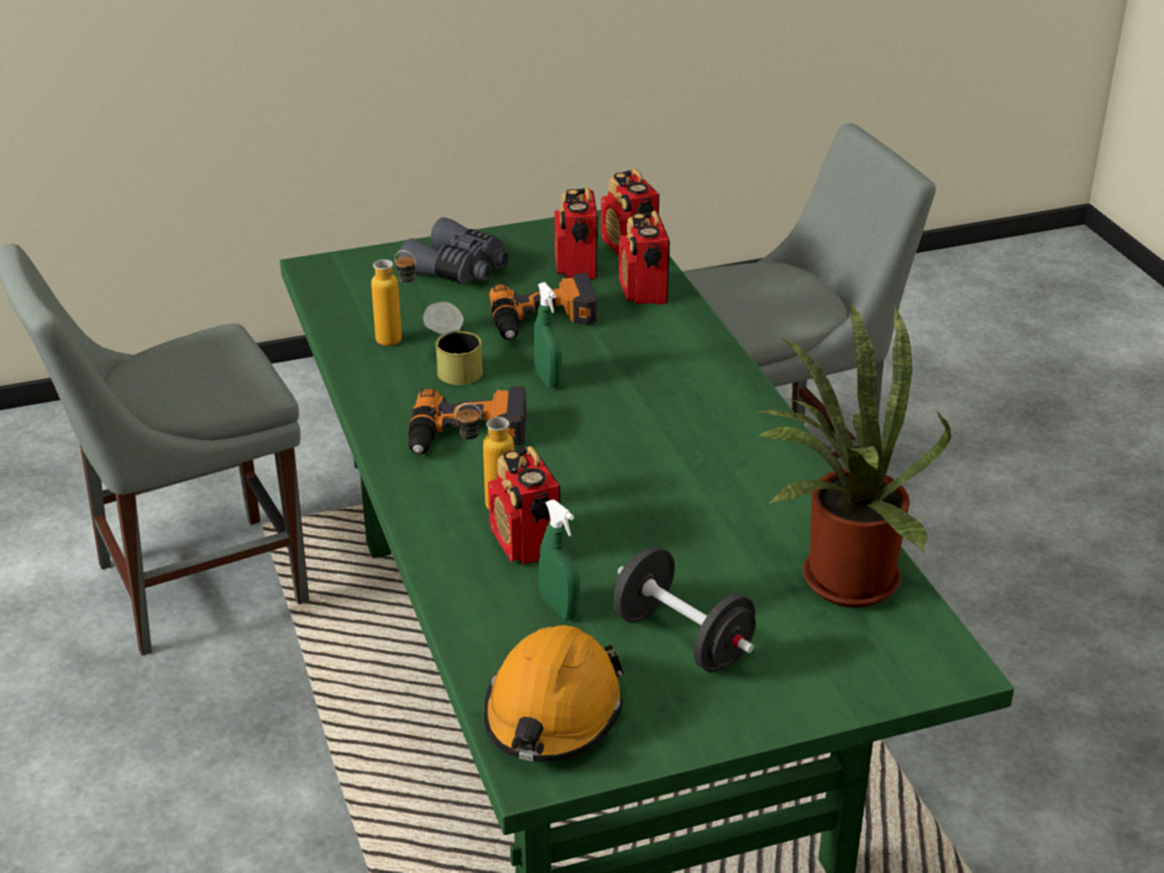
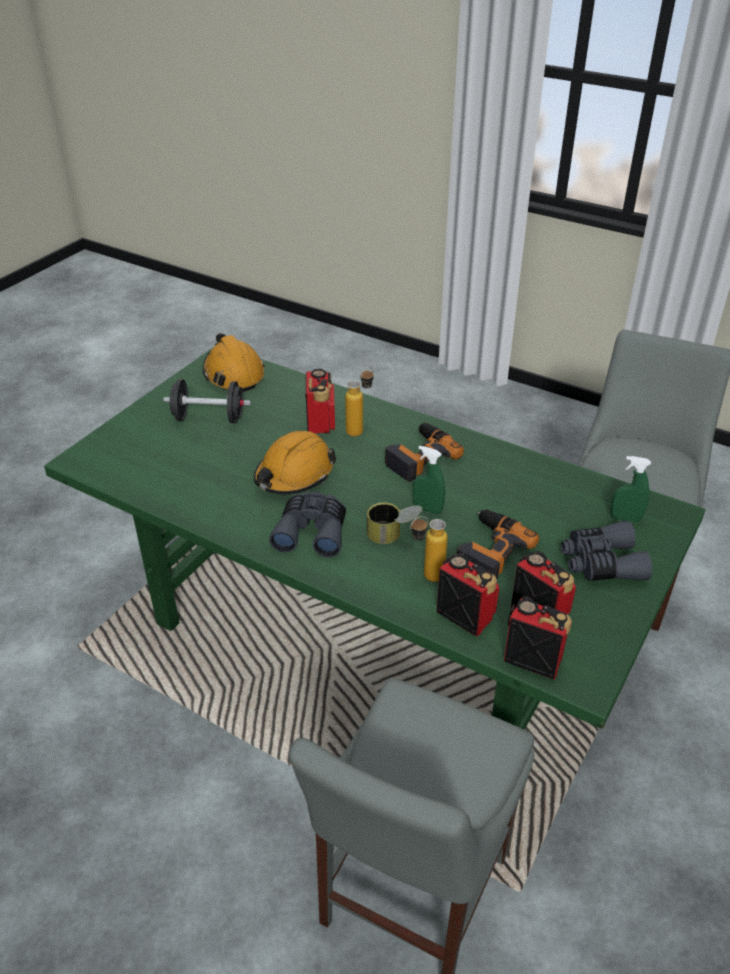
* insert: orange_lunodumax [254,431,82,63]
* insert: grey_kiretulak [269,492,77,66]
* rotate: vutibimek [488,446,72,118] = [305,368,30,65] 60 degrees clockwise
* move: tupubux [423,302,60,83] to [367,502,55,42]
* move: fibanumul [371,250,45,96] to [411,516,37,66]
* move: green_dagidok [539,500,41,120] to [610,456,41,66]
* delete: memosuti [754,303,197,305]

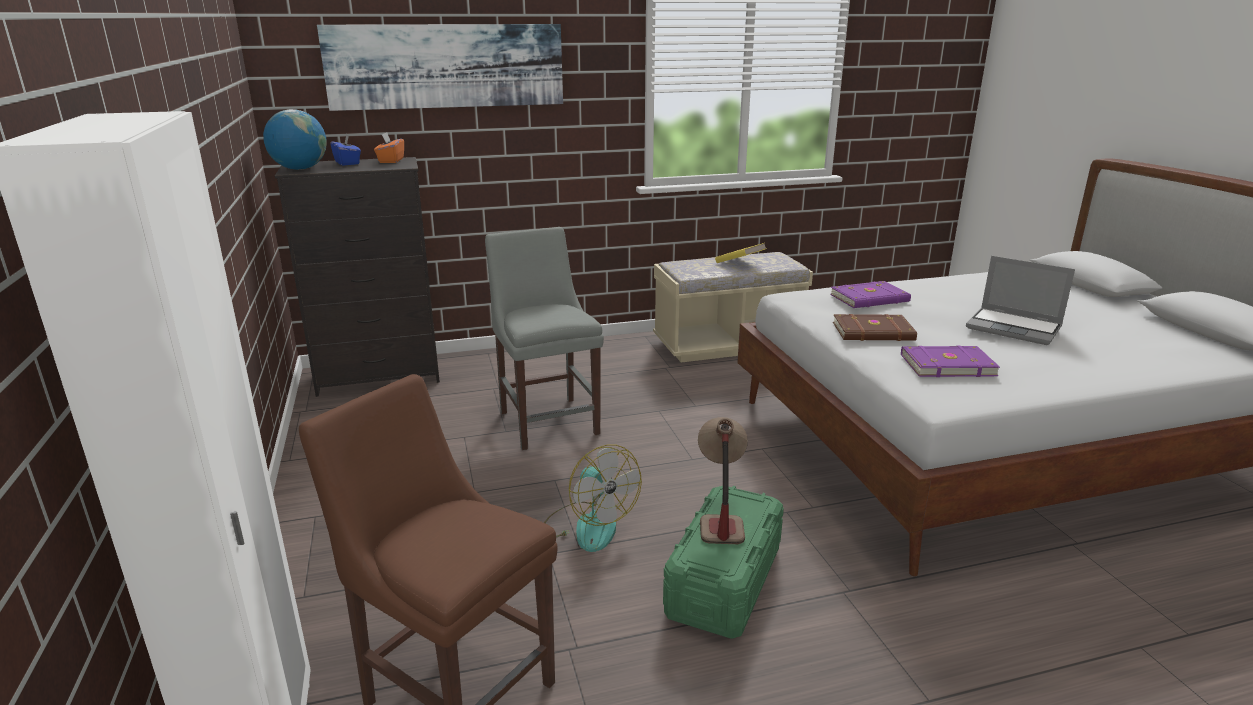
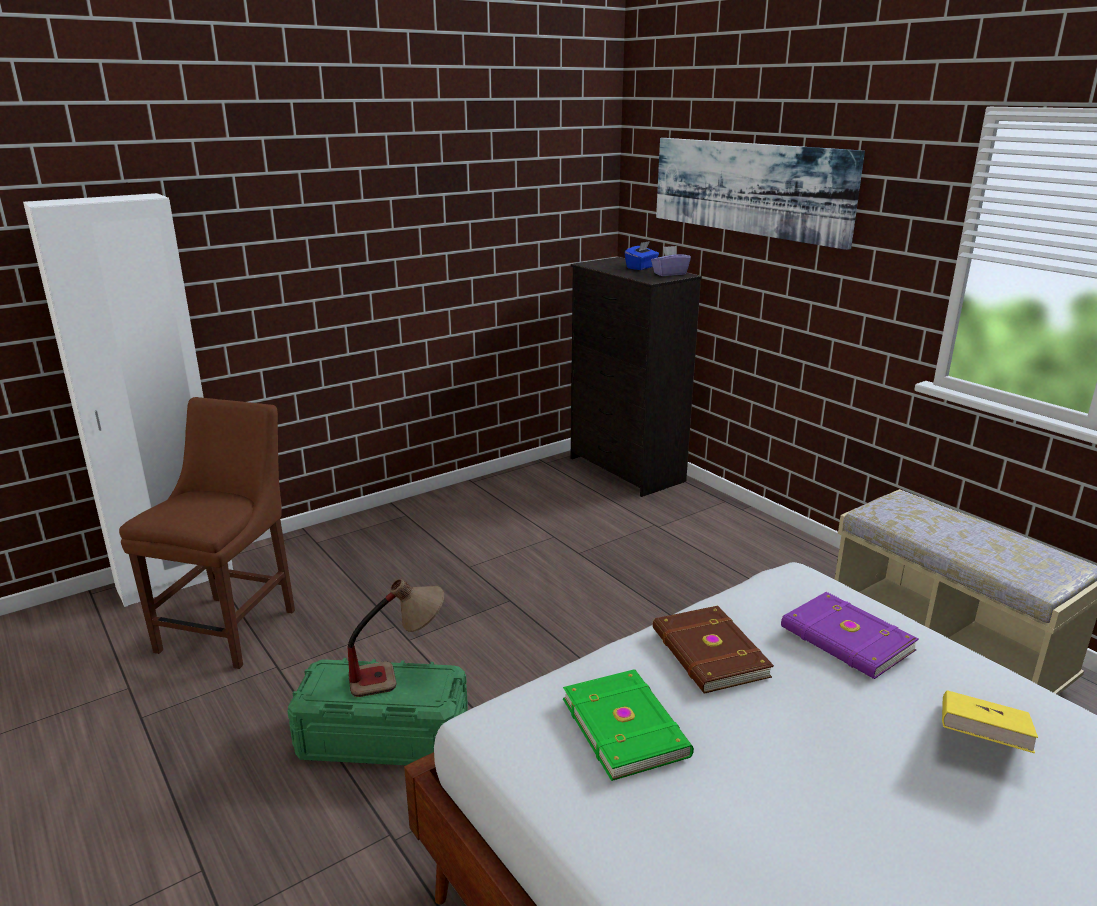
* recolor: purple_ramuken [901,346,99,31] to green_ramuken [563,669,131,112]
* recolor: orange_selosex [374,132,30,31] to purple_selosex [651,246,40,30]
* move: yellow_ramuken [715,243,51,20] to [942,690,96,63]
* delete: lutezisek [263,109,64,61]
* delete: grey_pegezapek [485,227,119,223]
* delete: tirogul [544,445,98,107]
* delete: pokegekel [966,256,109,89]

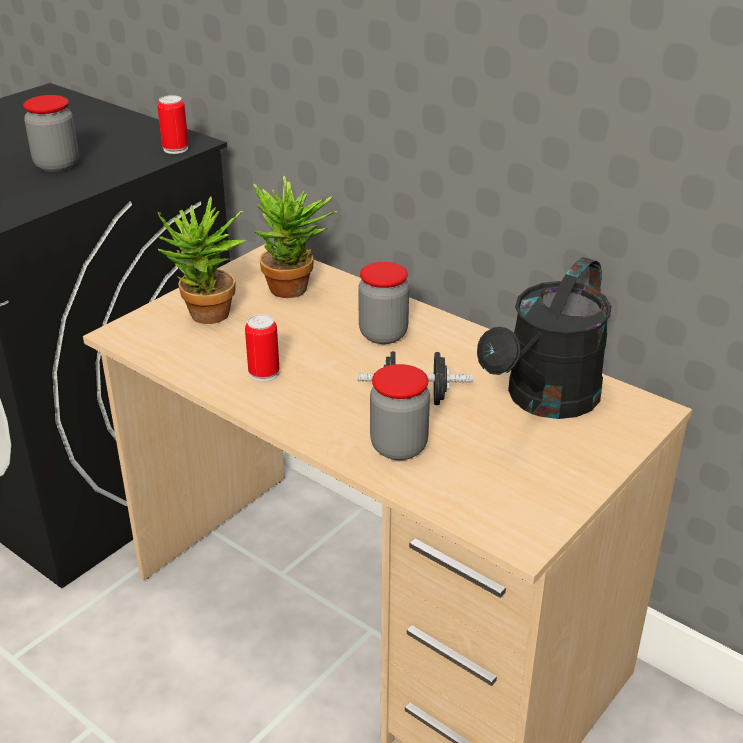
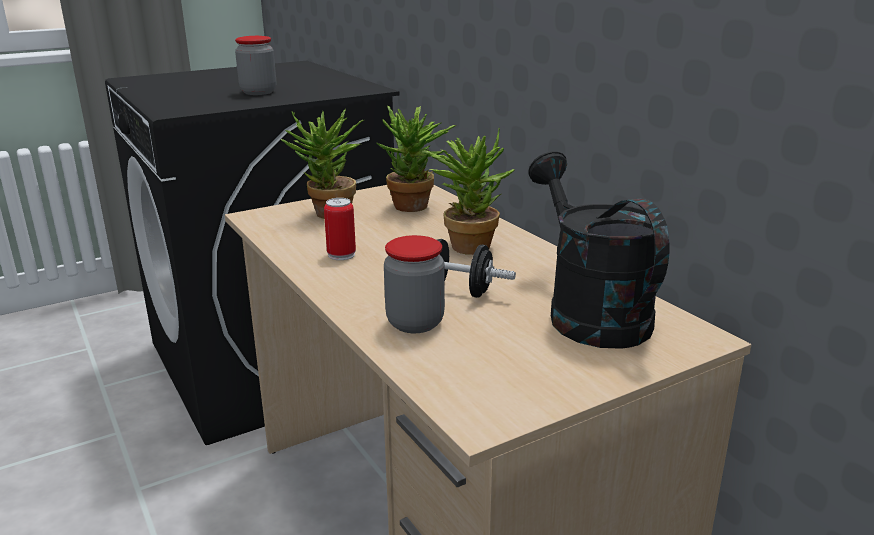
* replace: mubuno [358,262,51,82] to memosuti [422,128,93,127]
* rotate: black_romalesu [477,257,135,162] = [529,151,140,198] 105 degrees clockwise
* delete: tupubux [157,95,32,59]

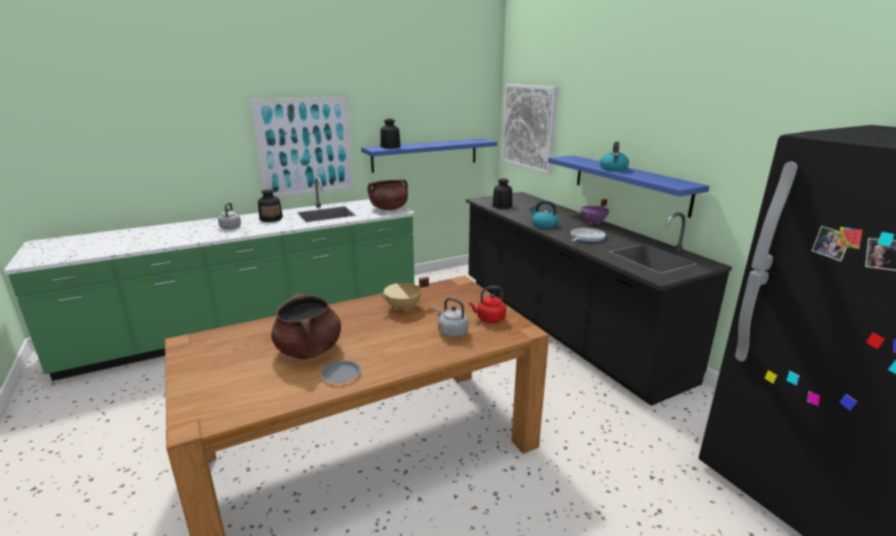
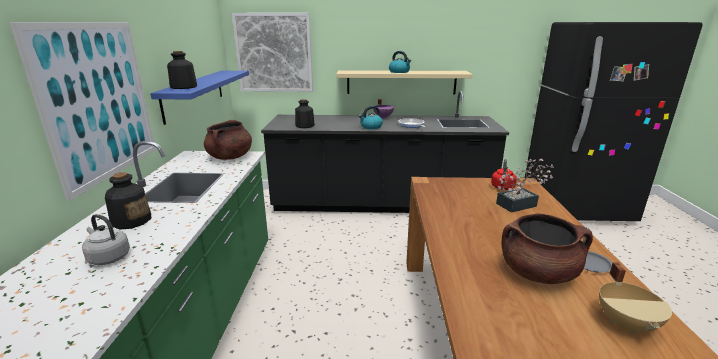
* recolor: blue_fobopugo [548,155,161,63] to beige_fobopugo [336,70,137,25]
* replace: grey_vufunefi [435,298,34,40] to memosuti [496,159,58,54]
* move: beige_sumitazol [379,277,50,35] to [599,262,73,72]

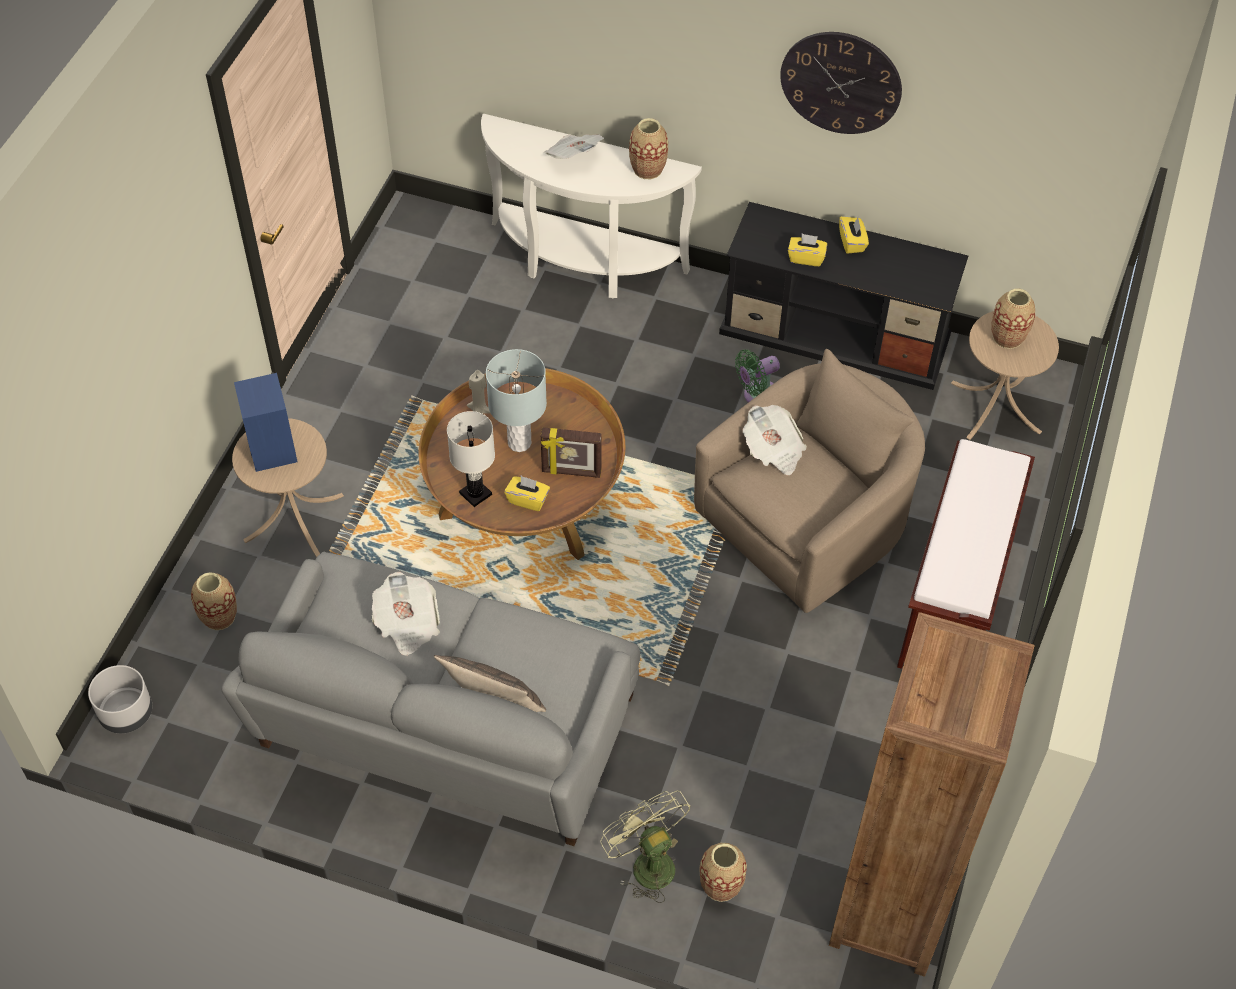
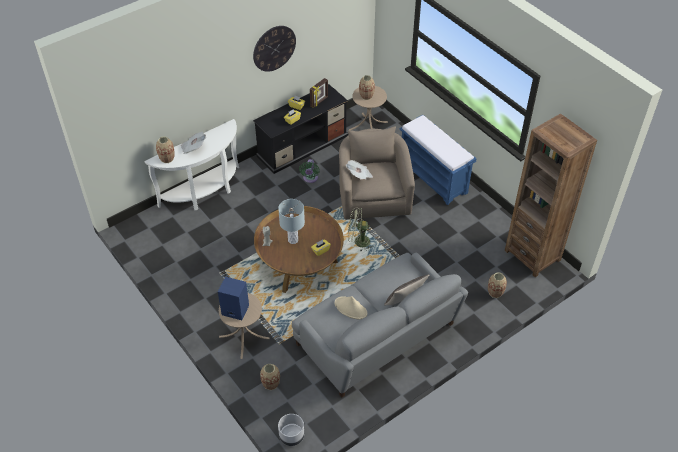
* move: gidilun [629,118,39,61] to [156,136,19,27]
* move: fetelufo [541,427,61,51] to [310,78,18,30]
* replace: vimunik [372,572,68,84] to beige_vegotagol [335,296,32,23]
* move: green_tirogul [600,790,90,113] to [348,208,25,43]
* recolor: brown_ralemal [897,439,138,230] to blue_ralemal [400,115,76,90]
* delete: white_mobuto [447,411,48,96]

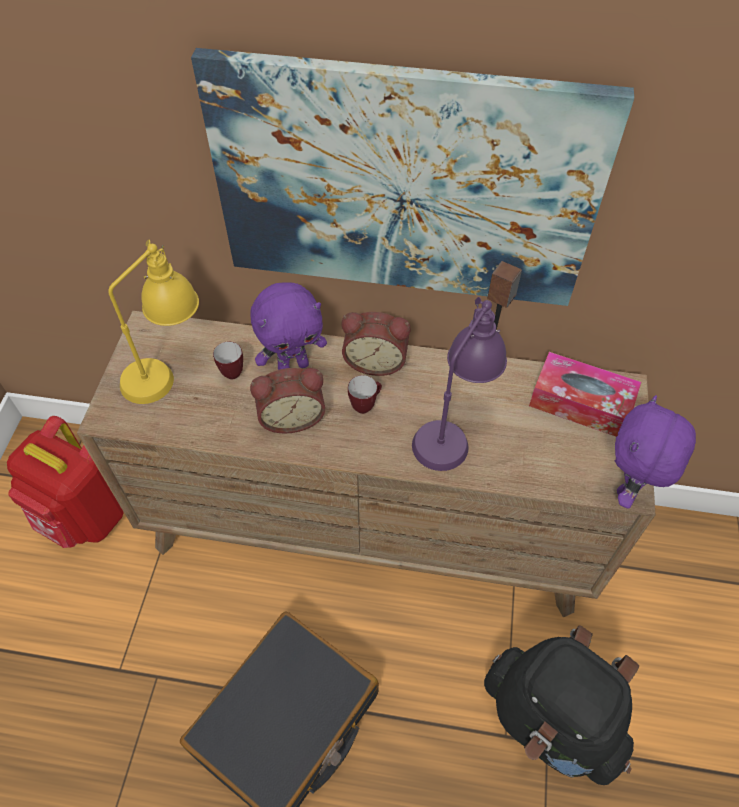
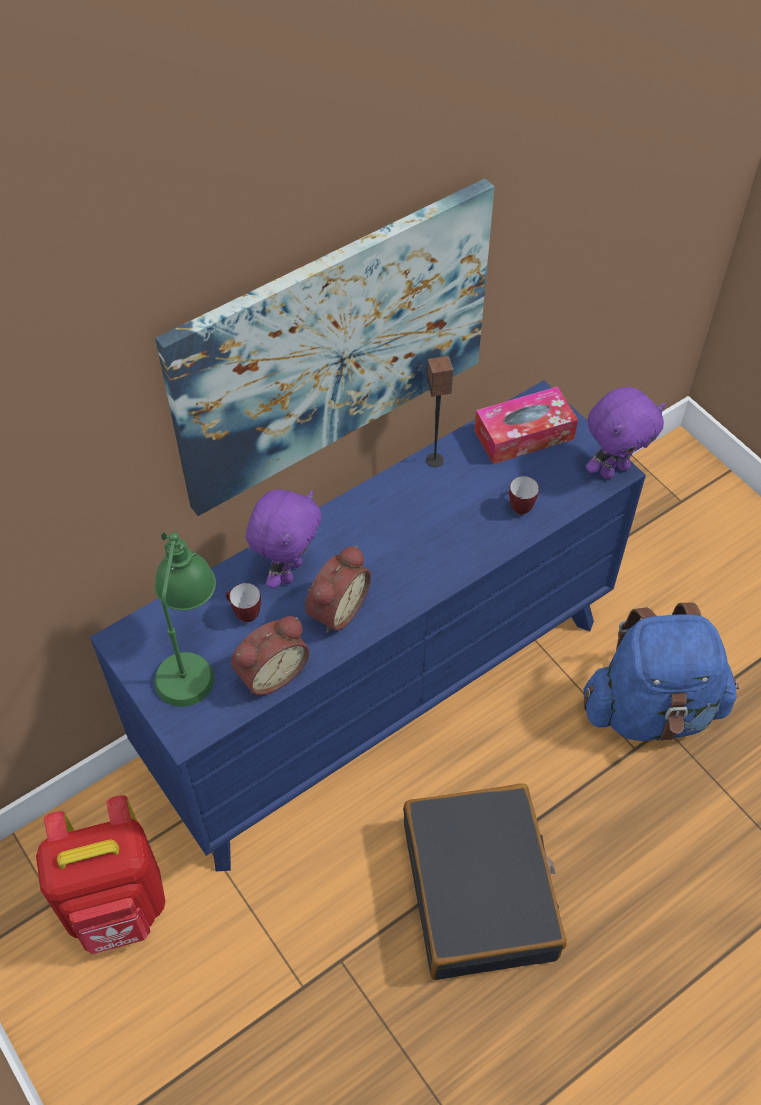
* recolor: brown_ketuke [77,311,579,306] to blue_ketuke [90,380,556,492]
* recolor: yellow_mobuto [108,240,91,164] to green_mobuto [154,532,62,175]
* move: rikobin [342,312,68,64] to [231,616,79,79]
* move: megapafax [348,375,34,39] to [509,476,30,39]
* recolor: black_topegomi [484,625,155,160] to blue_topegomi [583,603,156,138]
* rotate: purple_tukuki [615,395,81,114] = [586,387,79,92] 105 degrees counterclockwise
* delete: purple_mobuto [412,297,95,174]

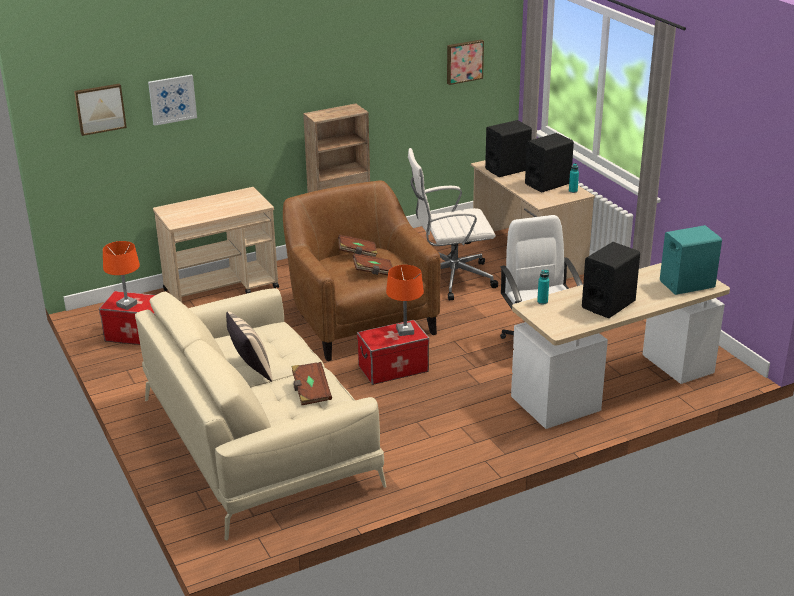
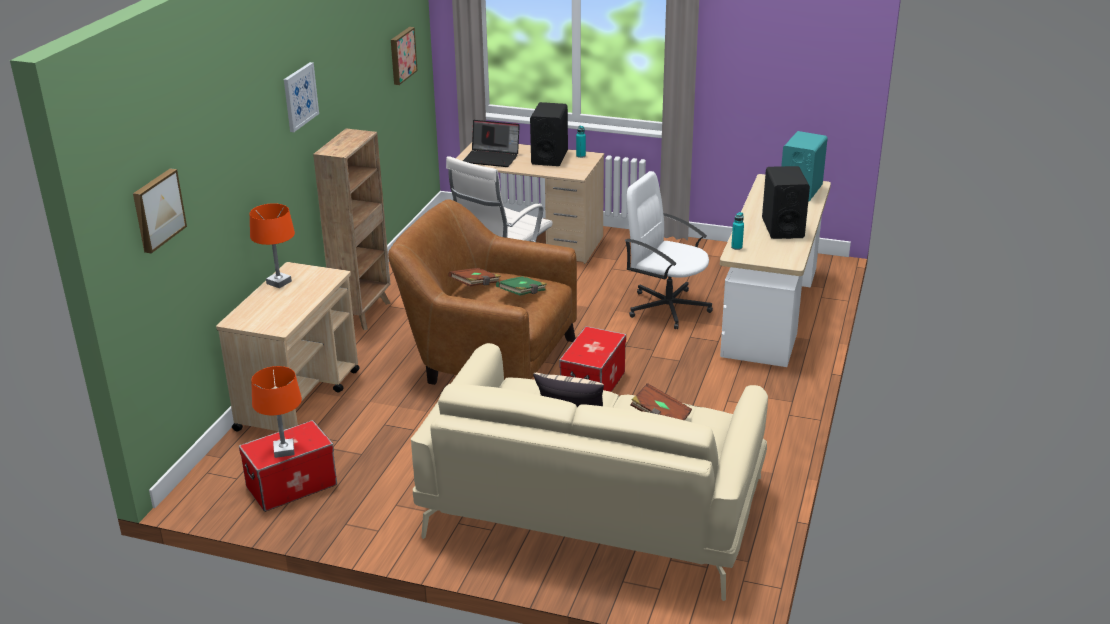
* move: orange_mobuto [386,265,38,71] to [250,203,45,85]
* move: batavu [148,75,49,51] to [284,62,35,70]
* replace: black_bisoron [485,120,47,57] to pokegekel [463,120,57,47]
* recolor: brown_ramuken [352,253,41,22] to green_ramuken [496,276,51,20]

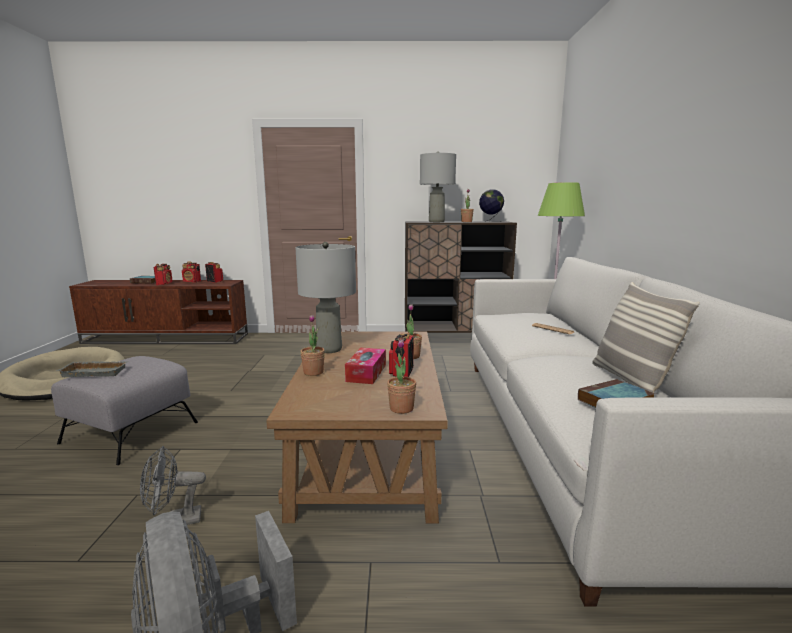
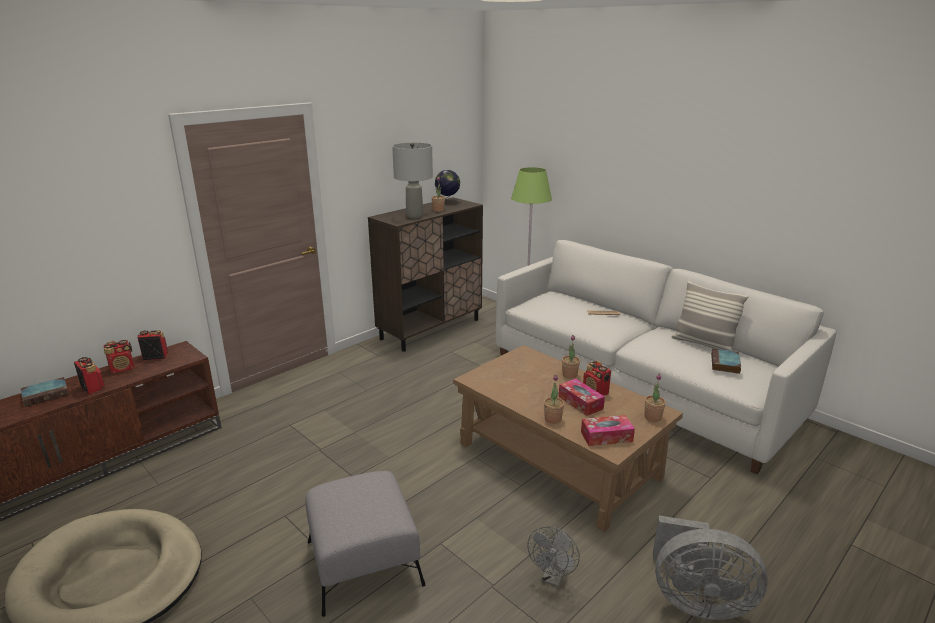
* insert: selosex [581,415,54,31]
* delete: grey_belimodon [56,361,73,16]
* delete: grey_mobuto [295,242,61,111]

